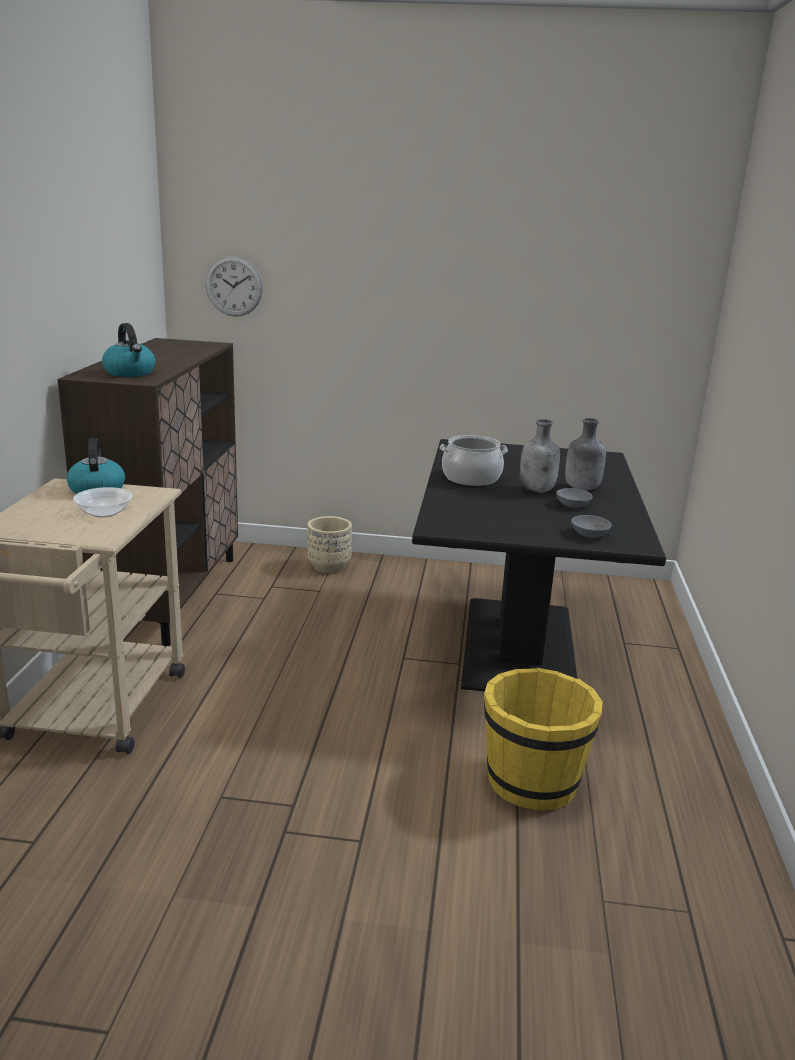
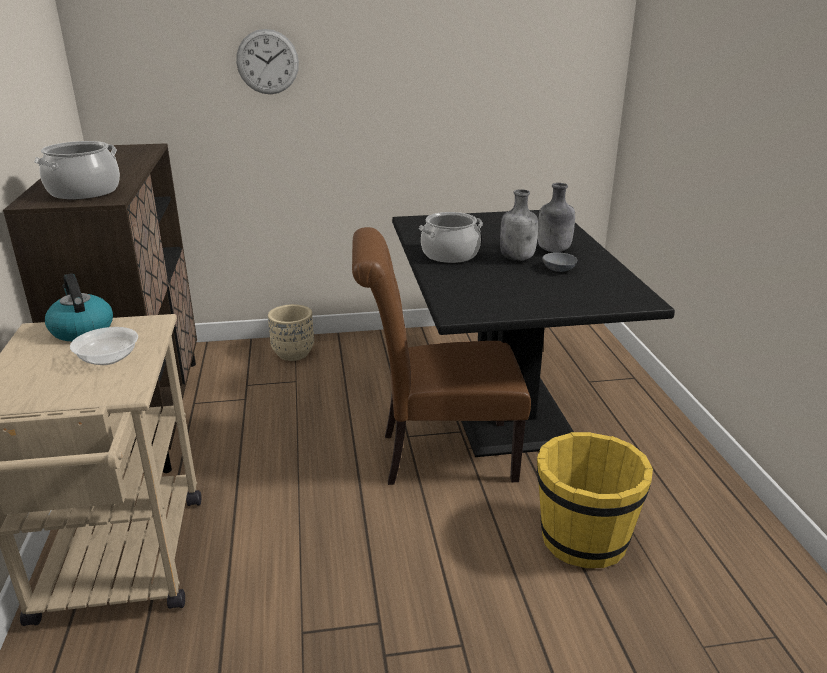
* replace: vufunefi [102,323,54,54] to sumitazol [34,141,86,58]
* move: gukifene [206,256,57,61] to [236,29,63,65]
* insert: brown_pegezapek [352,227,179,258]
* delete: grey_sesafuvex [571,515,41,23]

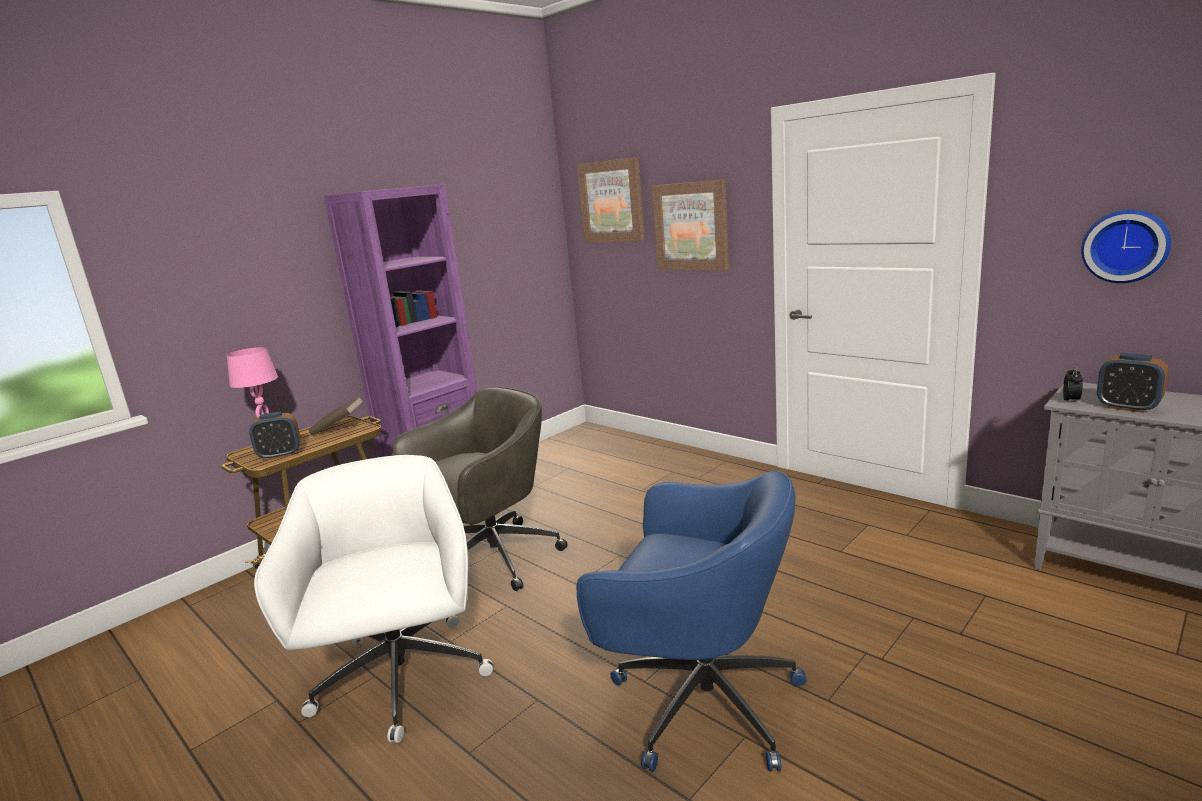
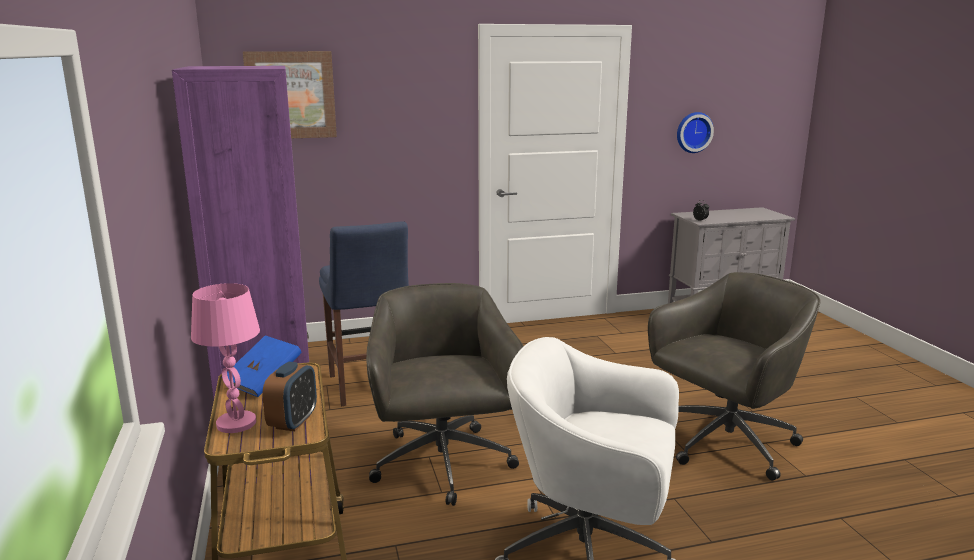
* recolor: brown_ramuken [308,396,55,39] to blue_ramuken [221,335,80,62]
* insert: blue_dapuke [319,221,90,185]
* recolor: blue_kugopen [576,470,231,302] to grey_kugopen [648,272,173,208]
* delete: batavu [652,179,77,92]
* delete: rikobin [1097,353,71,60]

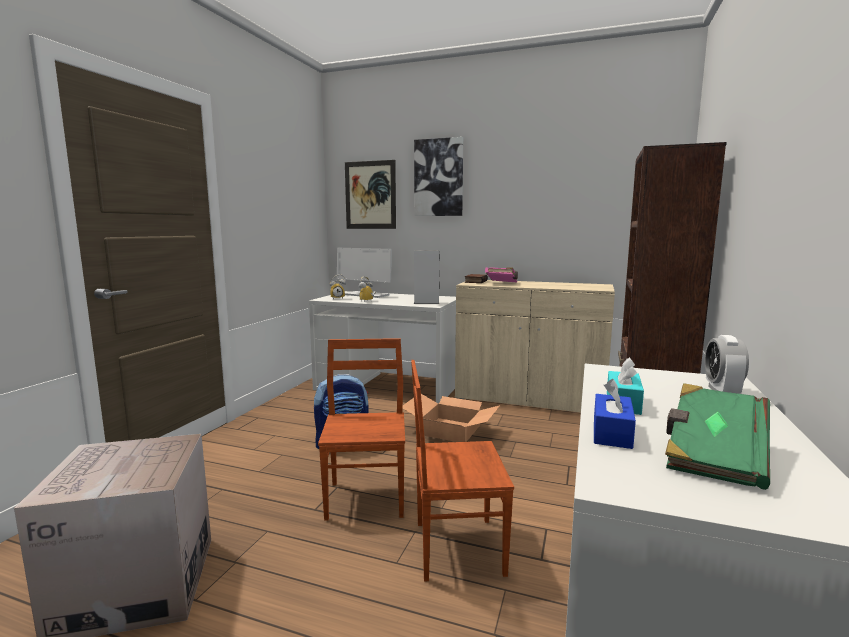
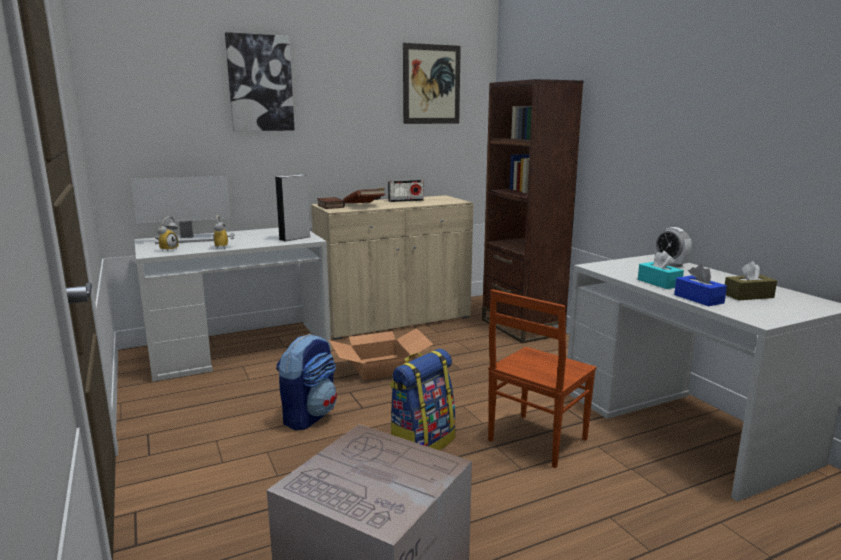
* recolor: pink_ramuken [485,267,33,15] to brown_ramuken [343,188,42,15]
* insert: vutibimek [388,180,36,22]
* replace: brown_pegezapek [318,338,87,183] to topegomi [390,349,66,102]
* move: batavu [345,160,51,69] to [403,43,58,81]
* replace: green_ramuken [665,383,105,107] to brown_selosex [725,261,52,40]

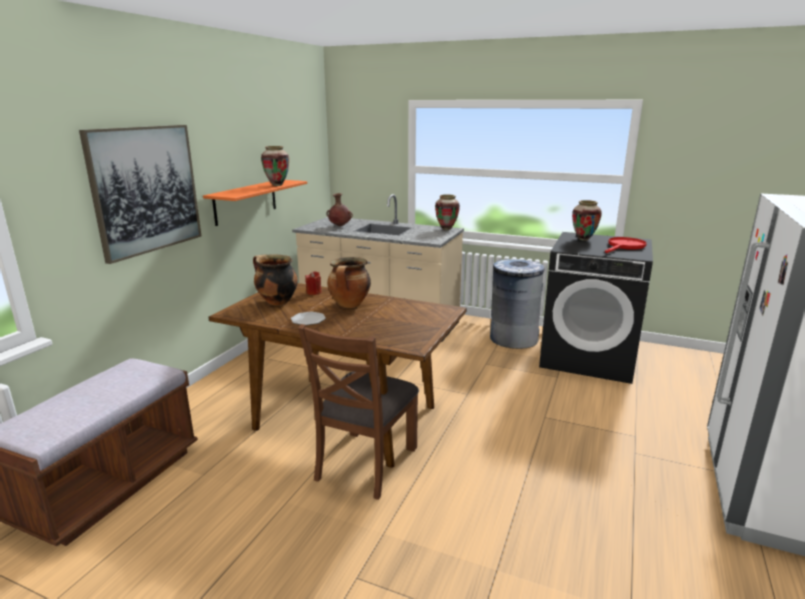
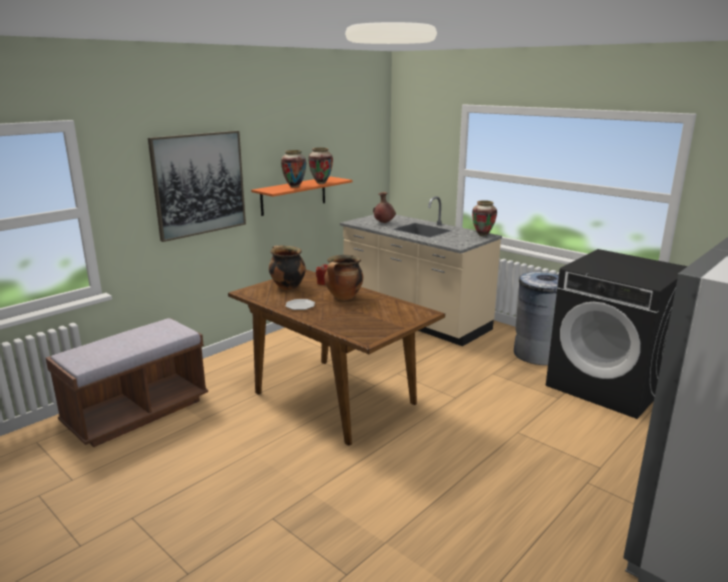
* move: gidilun [572,200,30,41] to [281,150,25,37]
* delete: brown_pegezapek [298,324,121,176]
* delete: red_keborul [605,237,42,16]

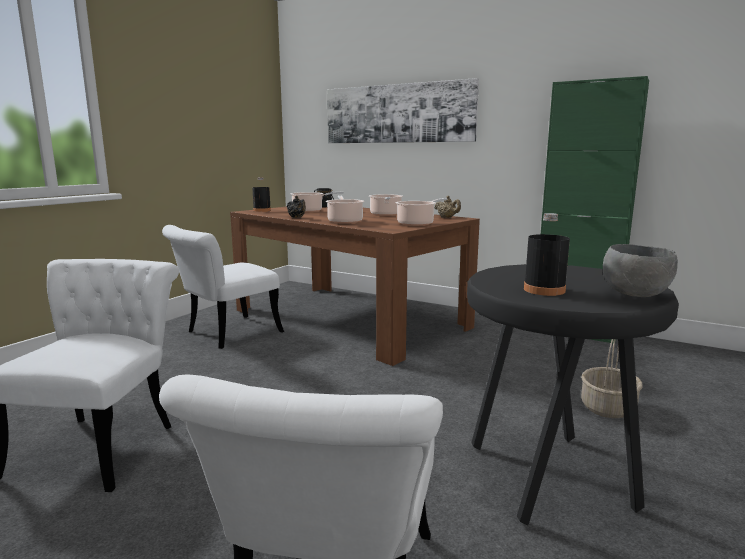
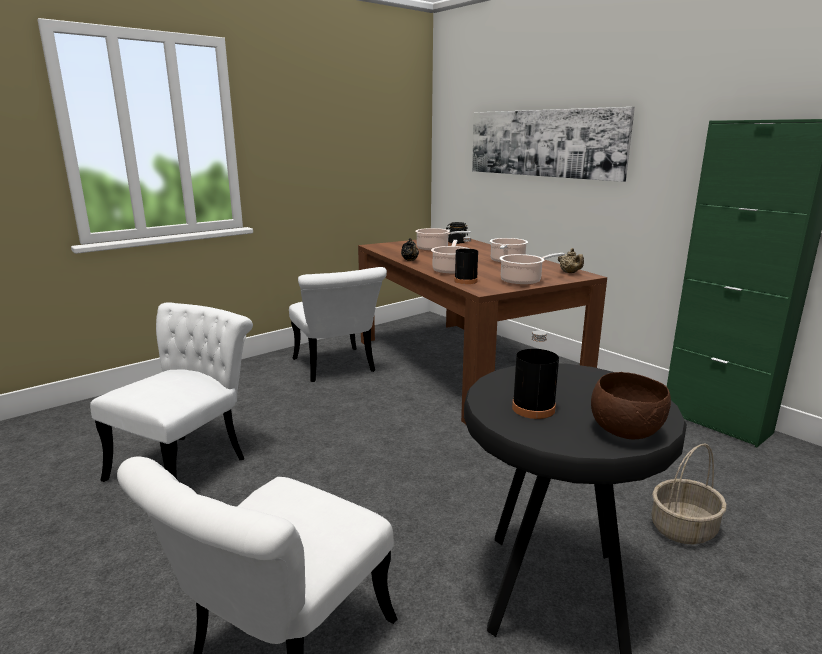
* rotate: white_pegezapek [162,225,122,124] = [289,267,98,115] 90 degrees counterclockwise
* move: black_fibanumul [252,177,19,35] to [455,237,23,47]
* recolor: grey_sesafuvex [603,244,75,53] to brown_sesafuvex [591,372,80,67]

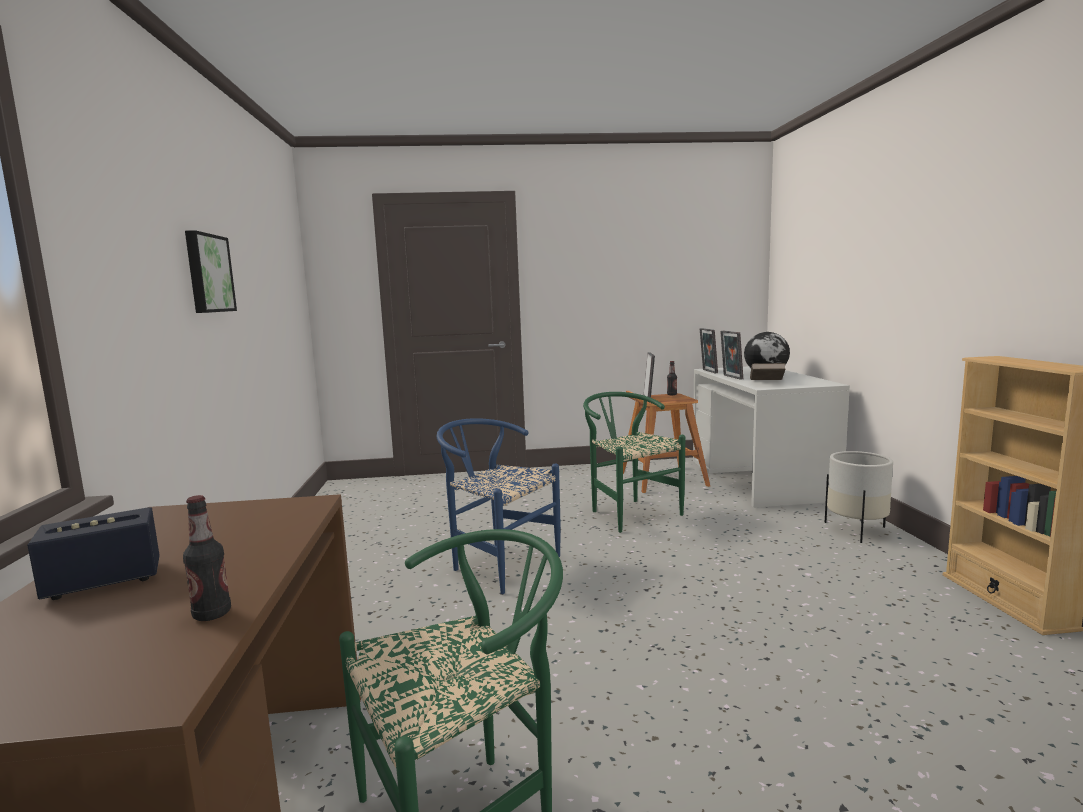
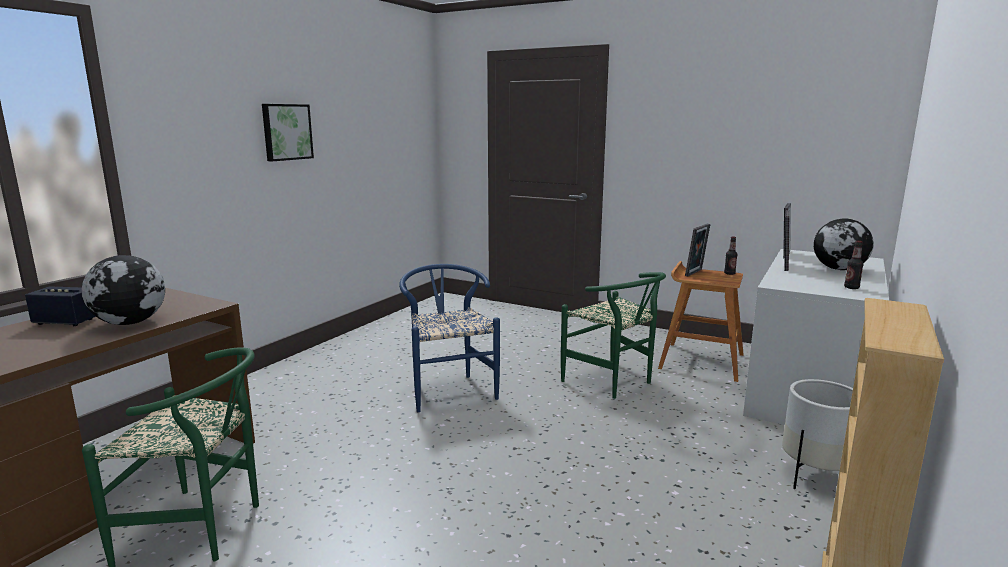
* insert: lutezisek [81,255,84,70]
* rotate: green_pegezapek [583,392,102,141] = [561,272,105,127] 135 degrees clockwise
* move: fibanumul [183,495,48,126] to [844,241,20,48]
* delete: brown_ramuken [750,363,35,17]

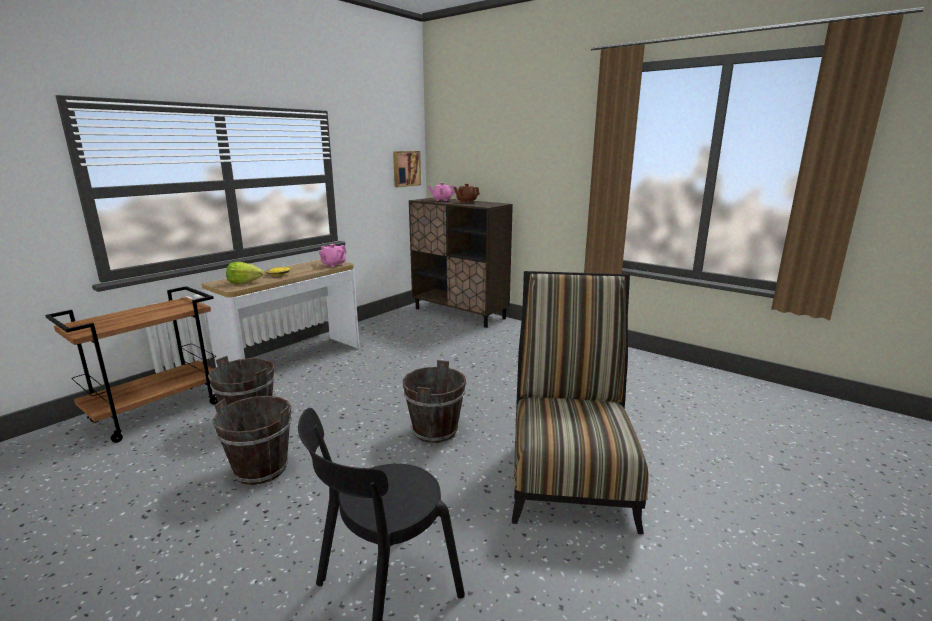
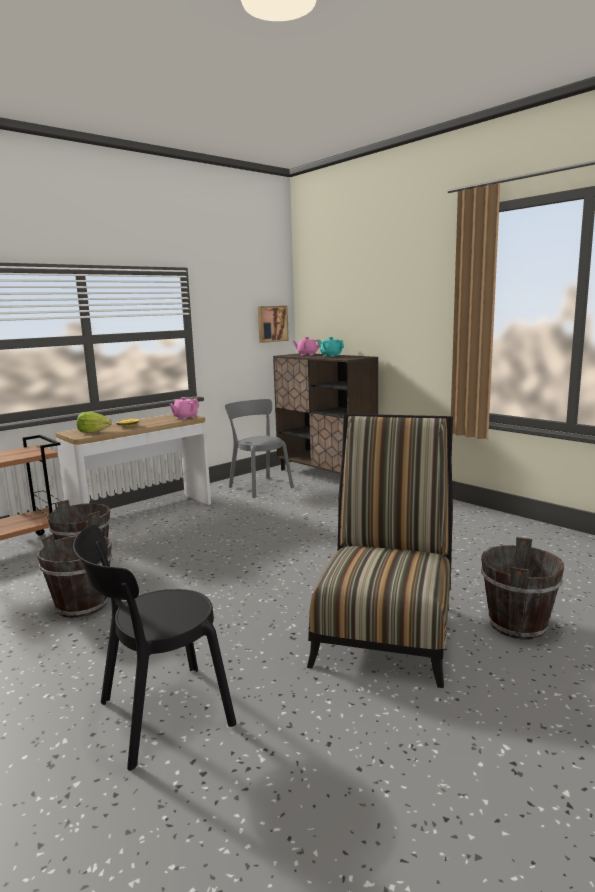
* insert: grey_pegezapek [225,399,69,99]
* recolor: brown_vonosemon [454,184,26,19] to turquoise_vonosemon [318,337,26,20]
* move: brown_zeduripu [403,360,63,83] to [481,537,83,103]

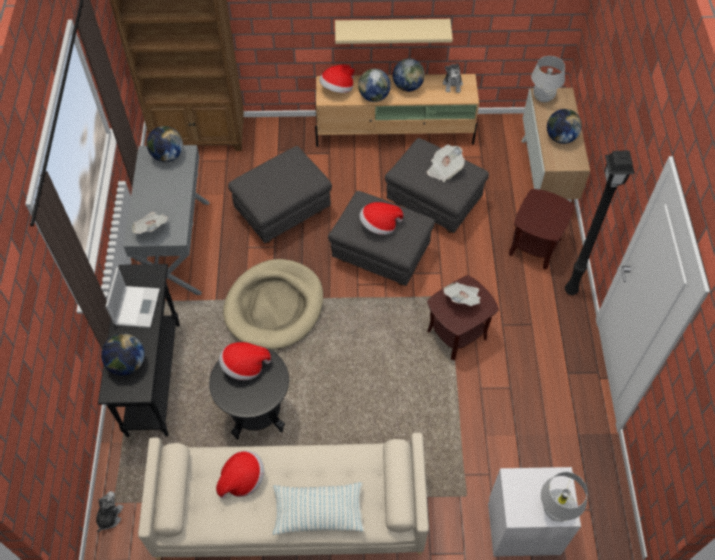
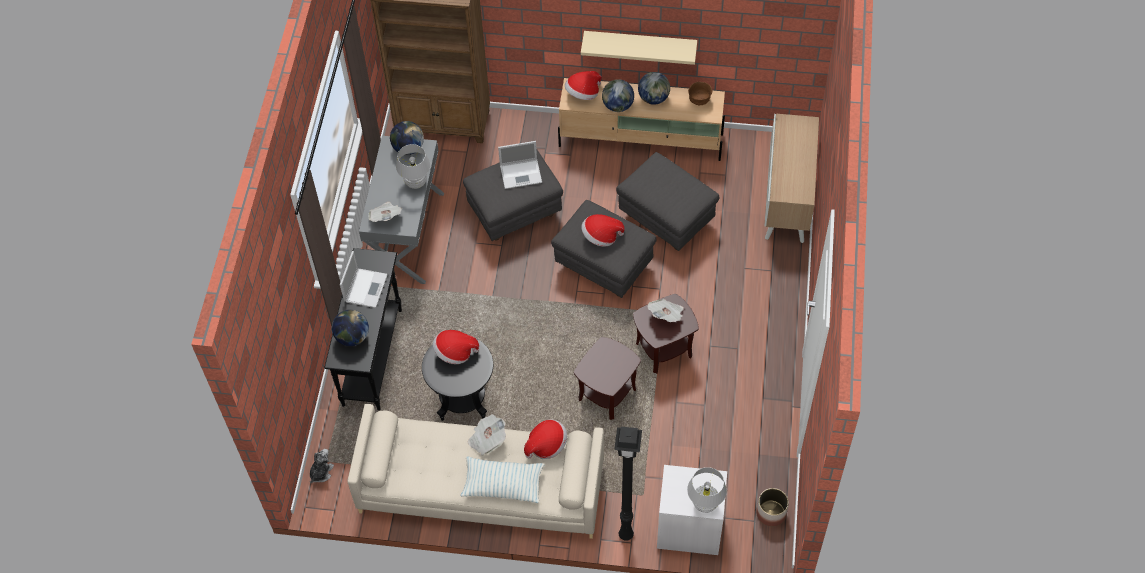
* move: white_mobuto [531,56,34,46] to [396,144,35,45]
* move: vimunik [427,145,38,37] to [467,415,39,41]
* insert: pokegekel [498,141,44,48]
* move: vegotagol [216,451,48,48] to [524,419,43,40]
* move: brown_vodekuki [509,189,66,81] to [574,337,67,83]
* move: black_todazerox [565,151,70,144] to [614,427,28,114]
* replace: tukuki [443,63,20,30] to brown_sesafuvex [688,82,24,23]
* insert: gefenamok [756,488,33,38]
* delete: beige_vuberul [223,259,100,90]
* delete: lutezisek [547,109,35,35]

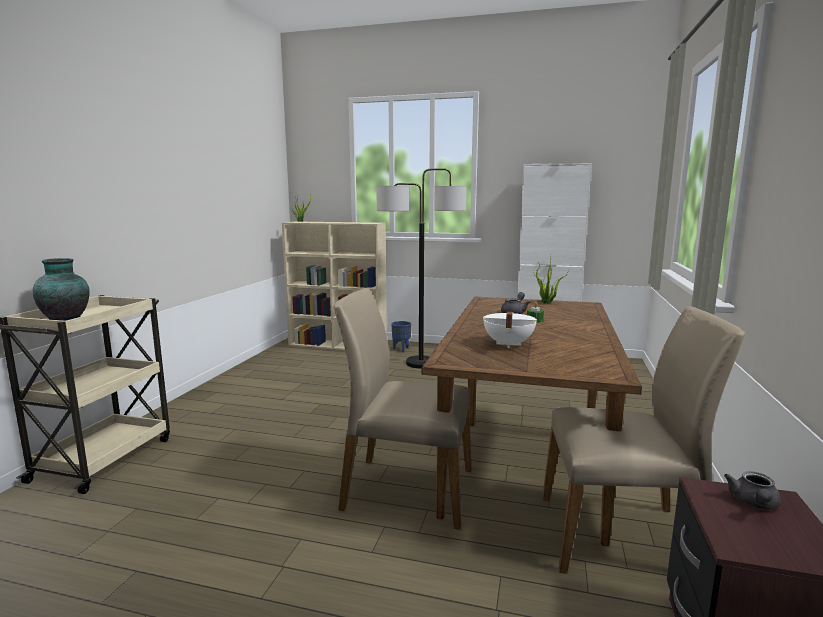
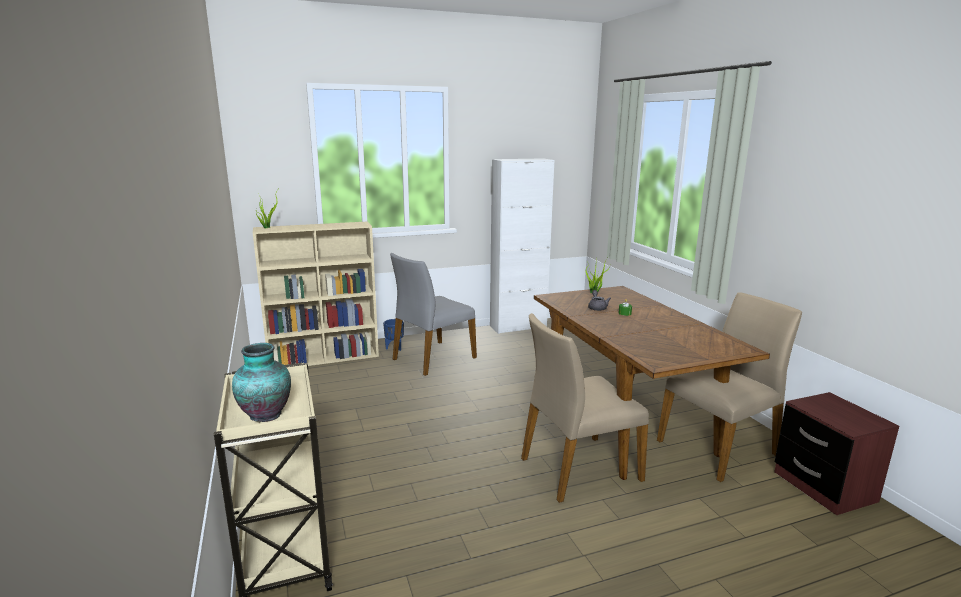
* replace: todazerox [376,169,91,200] to grey_pegezapek [390,253,87,123]
* delete: white_sumitazol [483,312,54,36]
* delete: grey_vonosemon [724,471,57,39]

